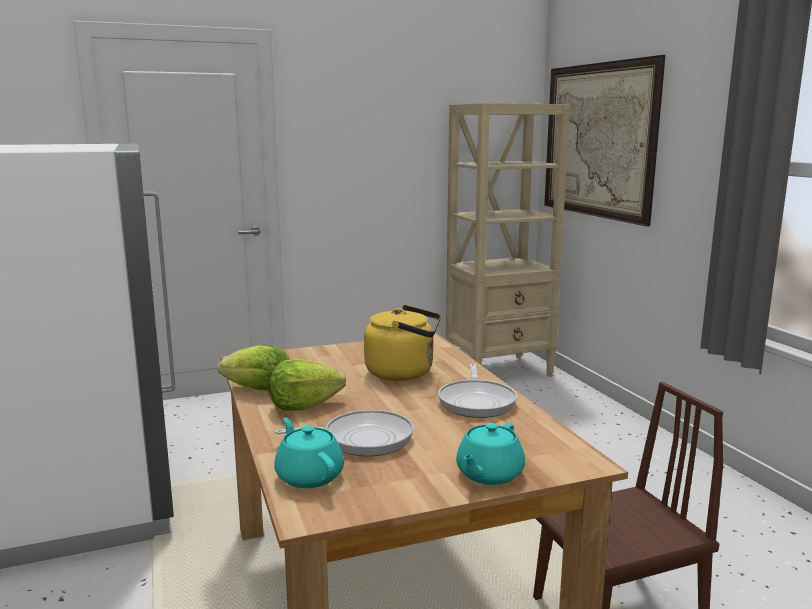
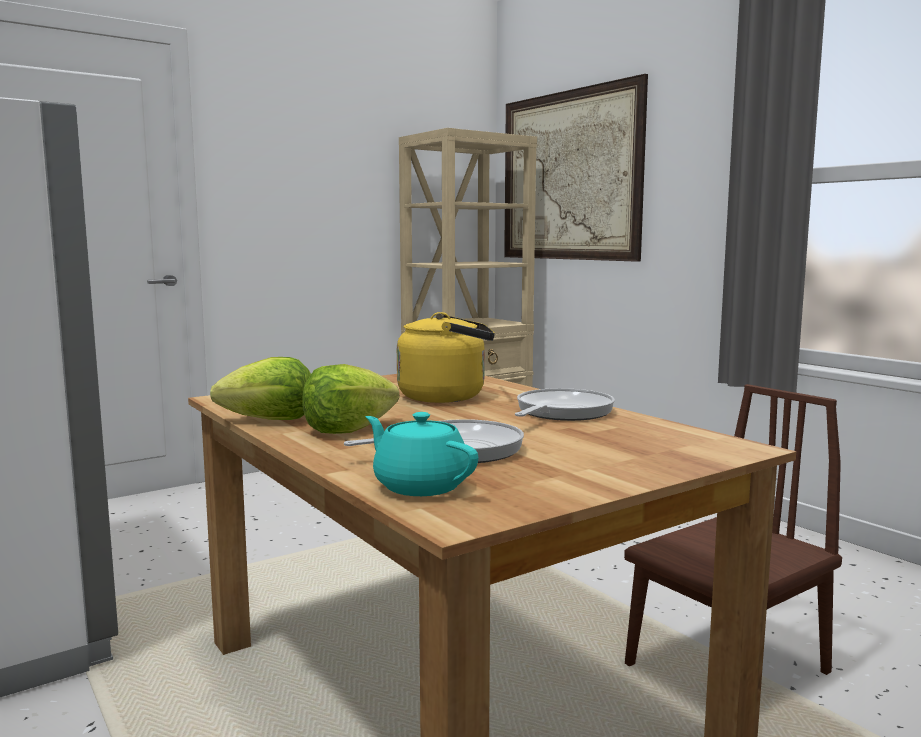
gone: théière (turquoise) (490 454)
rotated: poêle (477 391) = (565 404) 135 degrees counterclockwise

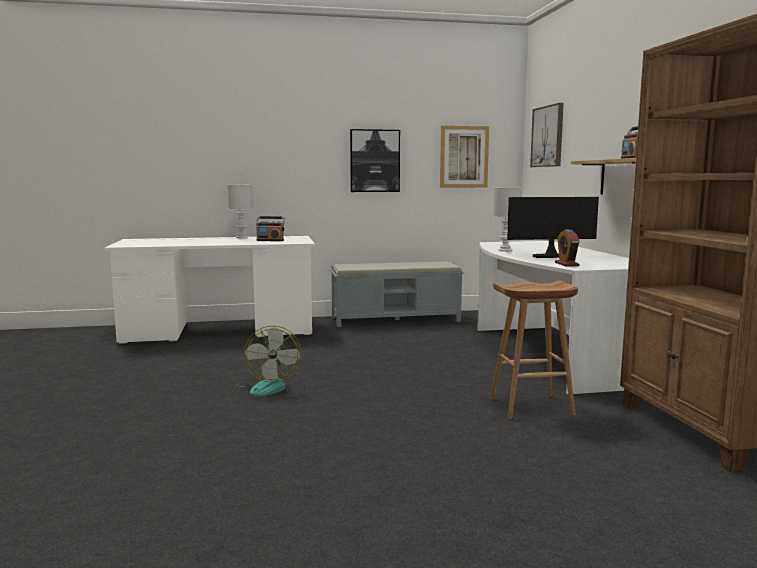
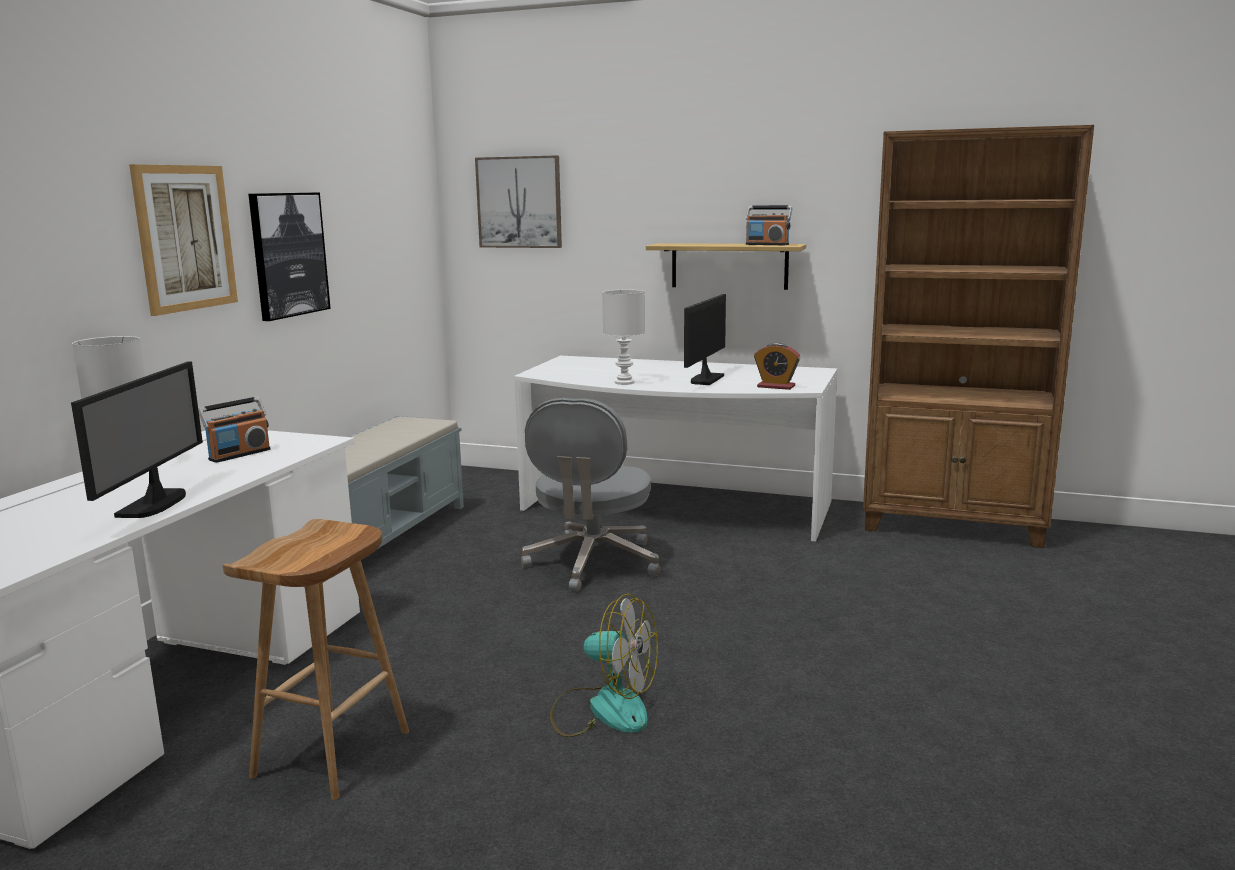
new: écran d'ordinateur (137 440); chaise de bureau (gris) (591 495)
shifted: tableau (464 157) to (183 240); tabouret (marron) (534 350) to (315 659)

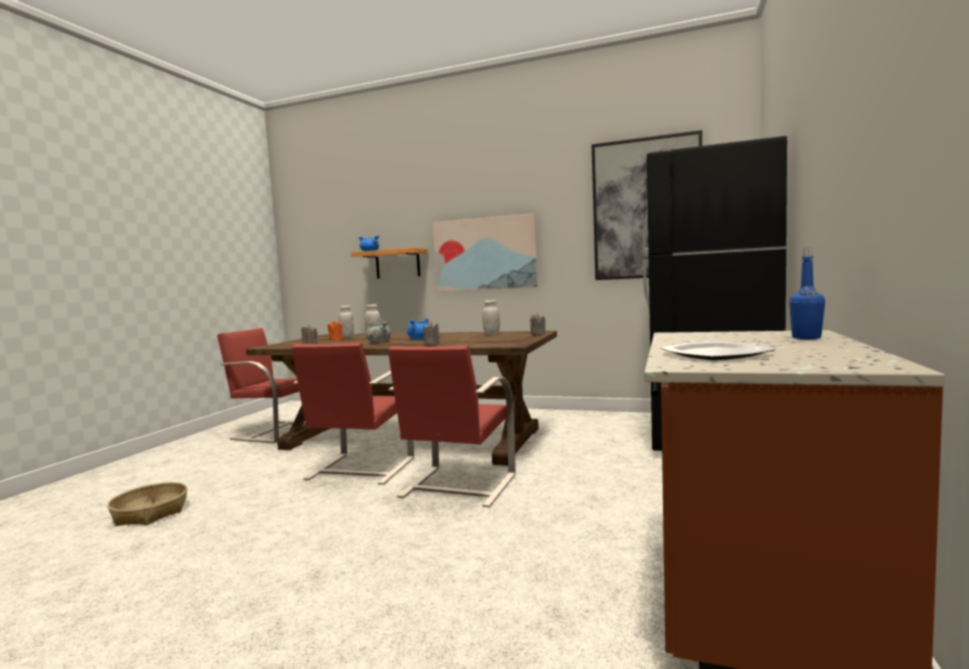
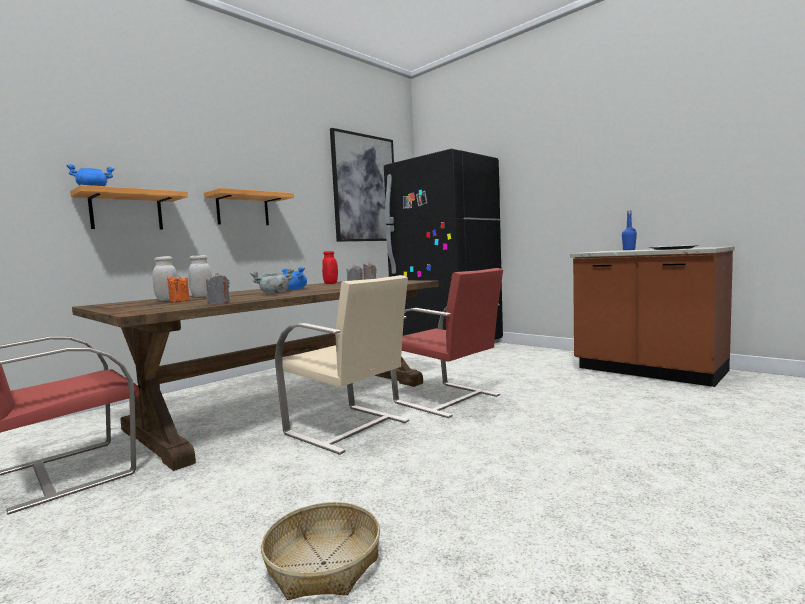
swapped: tableau (485 252) to étagère (249 206)
repainted: chaise (rouge) (352 414) to chaise (beige) (342 365); bocal (blanc) (491 317) to bocal (rouge) (330 267)

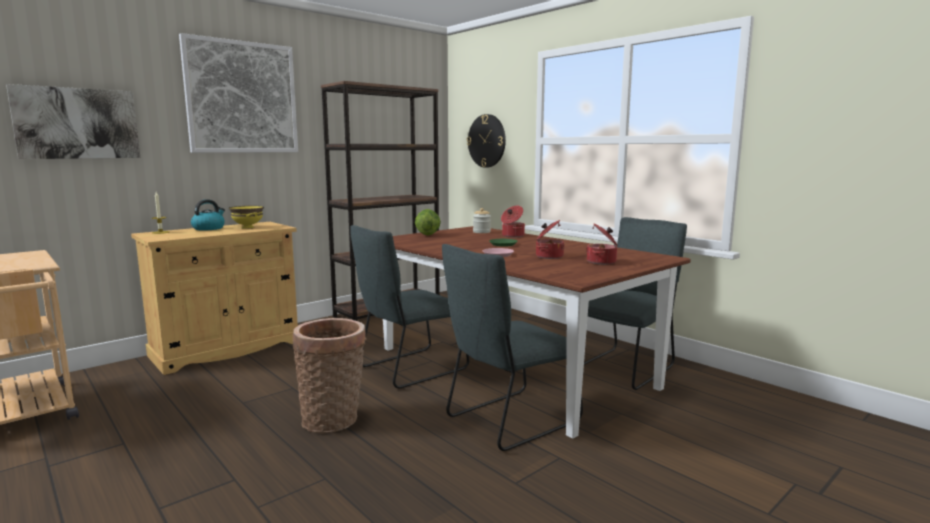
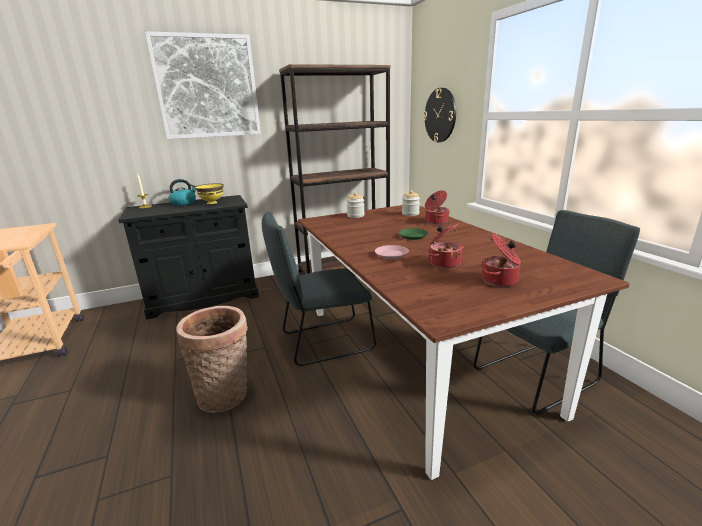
gone: tableau (73 121); chaise (gris) (512 347)
swapped: laitue (428 222) to bocal (356 205)
repainted: meuble de rangement (beige) (214 298) to meuble de rangement (noir) (188 257)

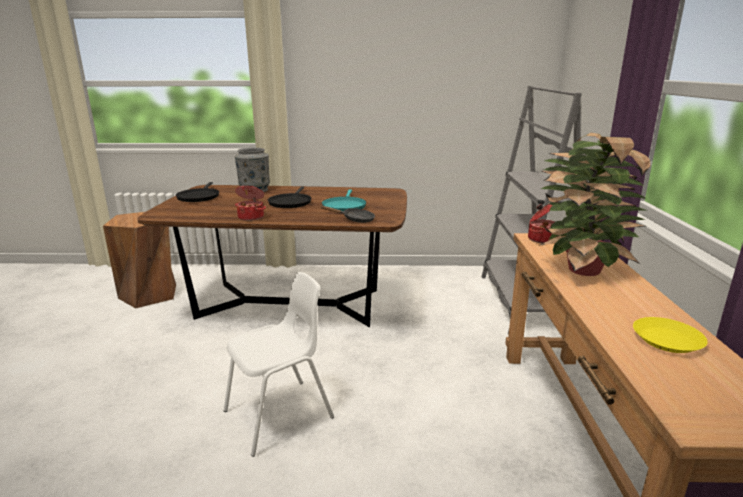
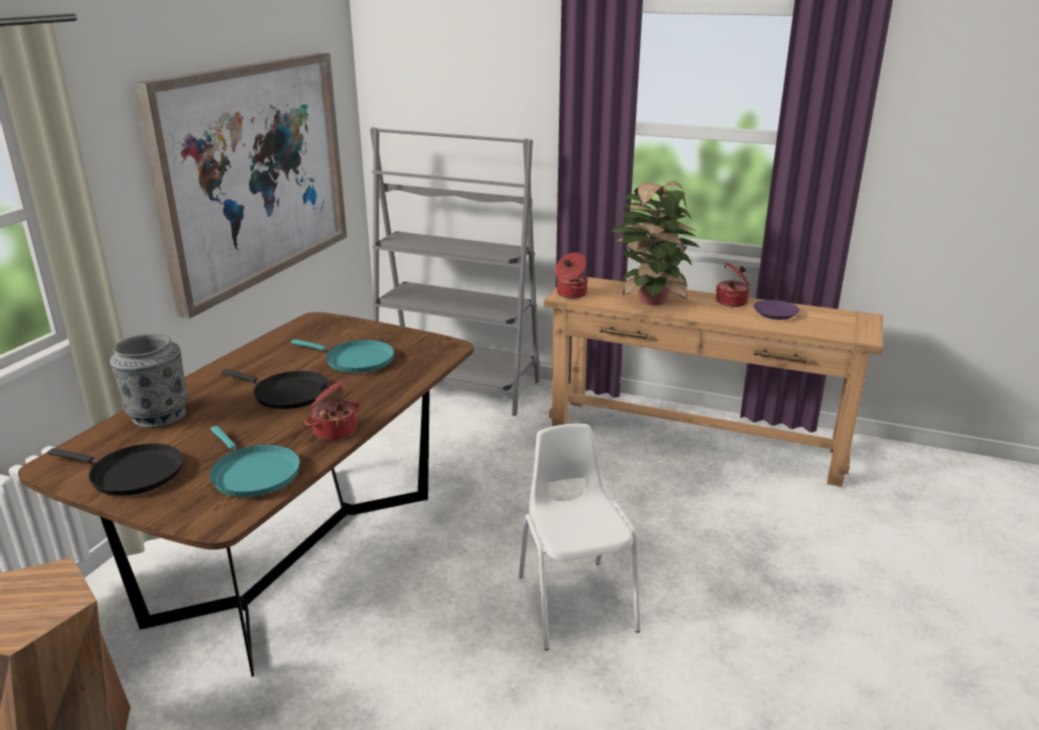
gone: poêle (noir) (347 214)
new: tableau (239 186); poêle (turquoise) (254 461); marmite (733 284)
repainted: assiette (jaune) (670 335) to assiette (violet) (776 310)

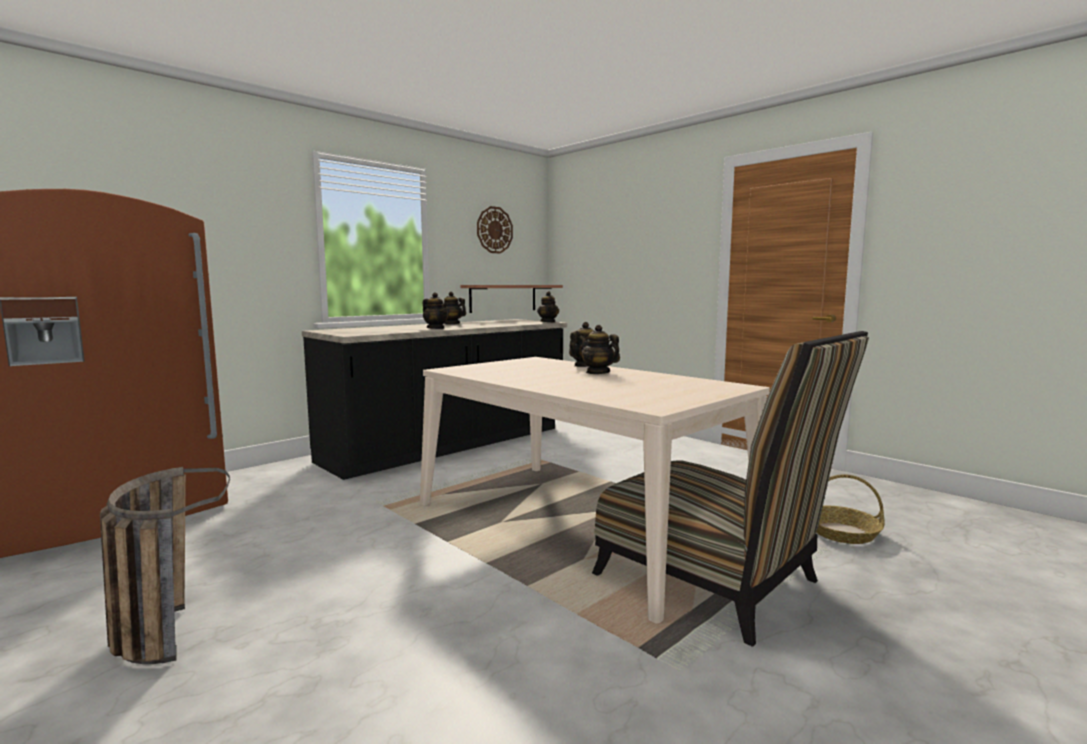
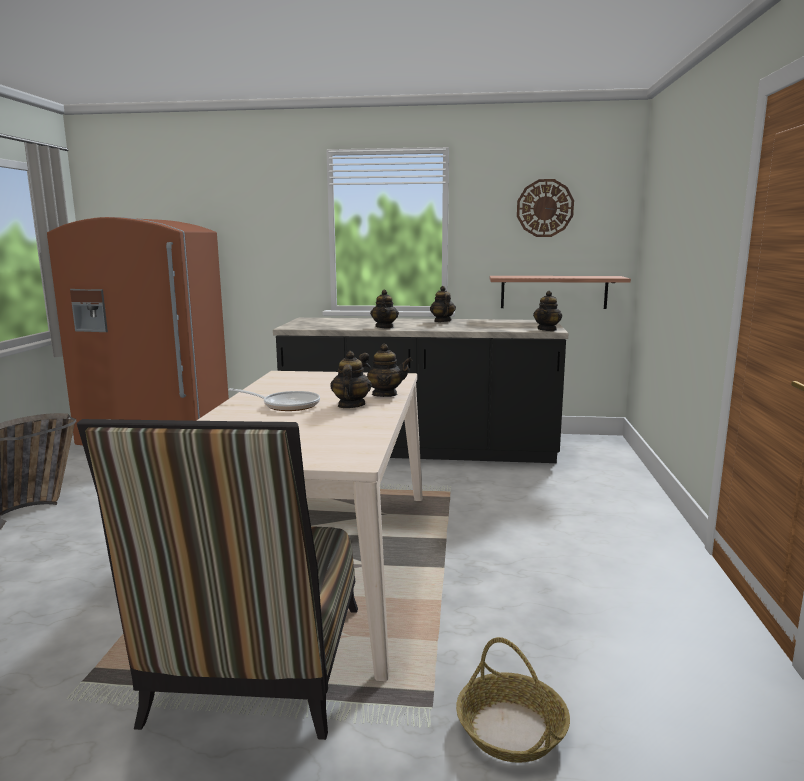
new: poêle (274 399)

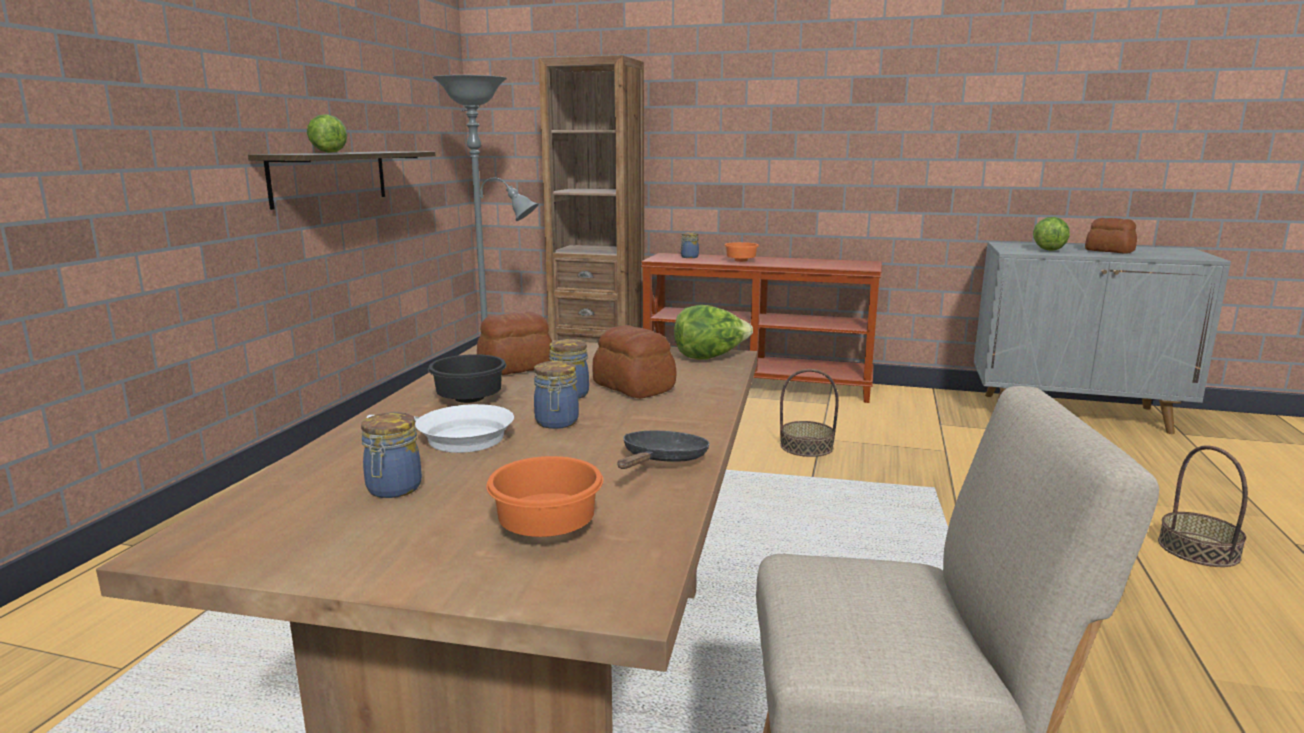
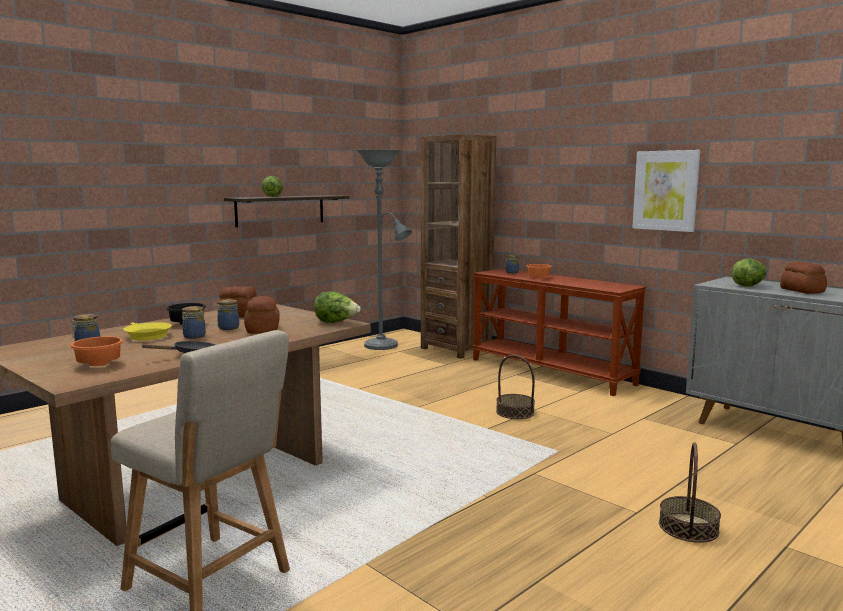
new: tableau (666 191)
repainted: poêle (blanc) (440 428) to poêle (jaune) (147 331)

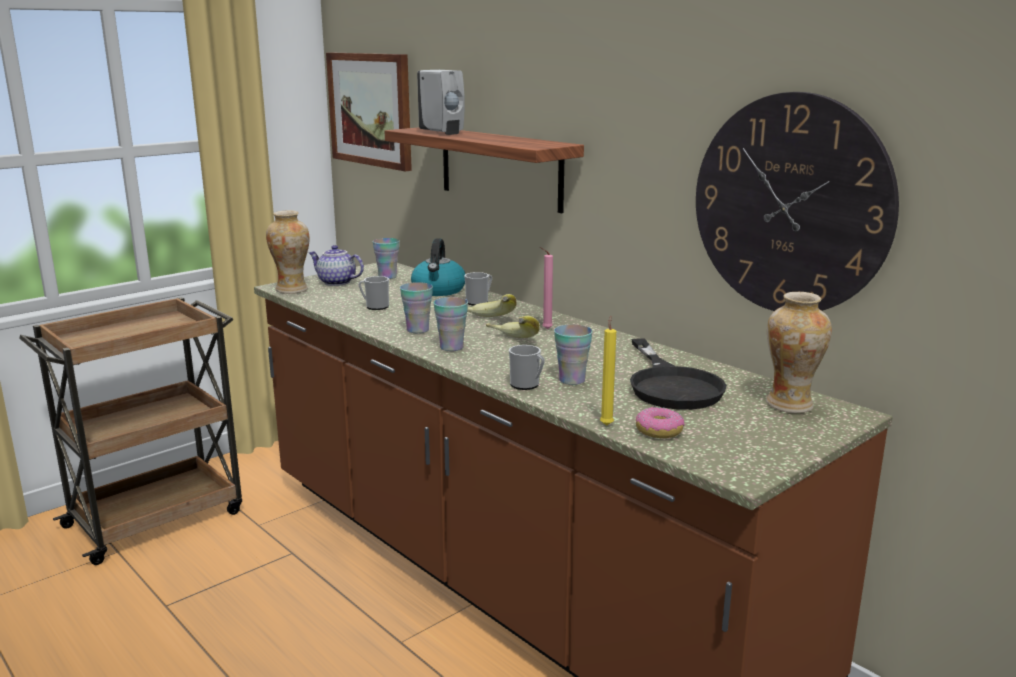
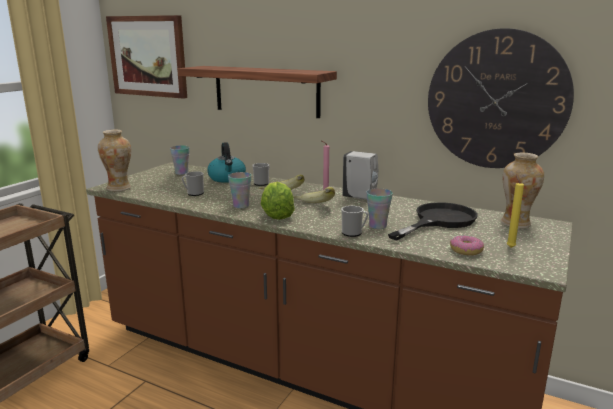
gone: théière (336 265)
shifted: distributeur de savon (blanc) (441 102) to (360 175); bougie (jaune) (608 371) to (515 211)
swapped: tasse (450 324) to laitue (278 200)
rotated: poêle (noir) (678 374) = (433 221) 105 degrees counterclockwise

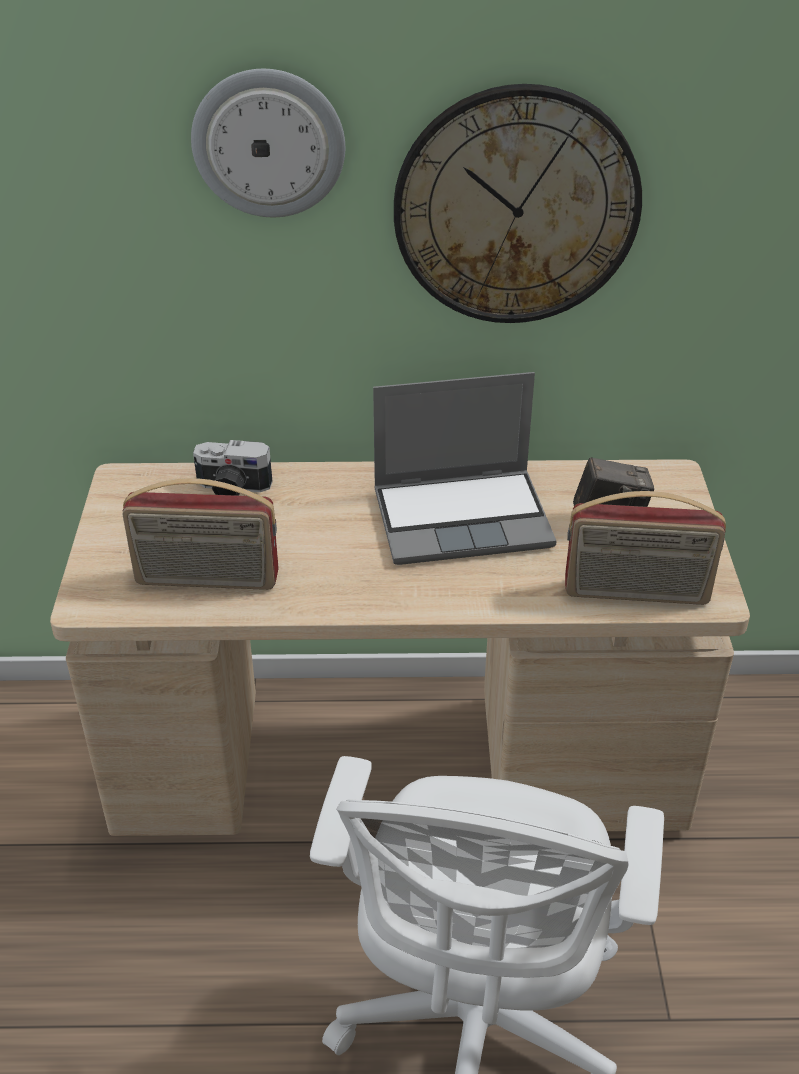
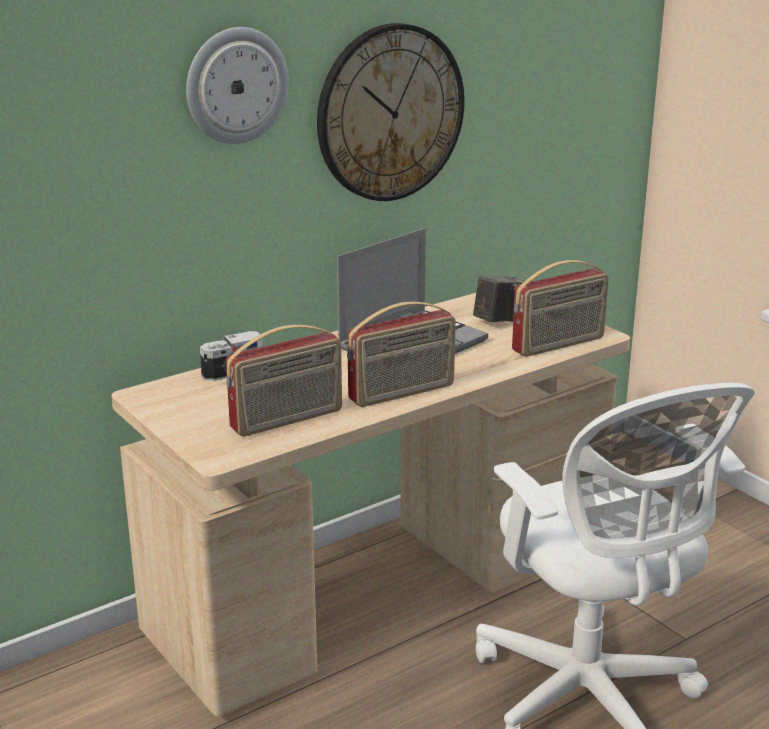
new: radio (401 354)

